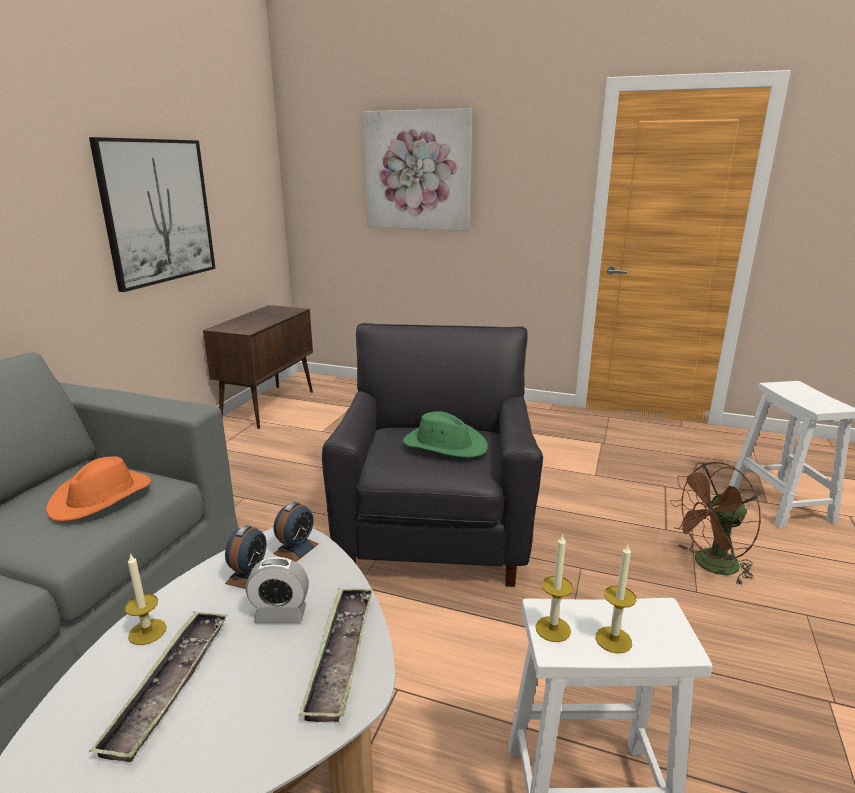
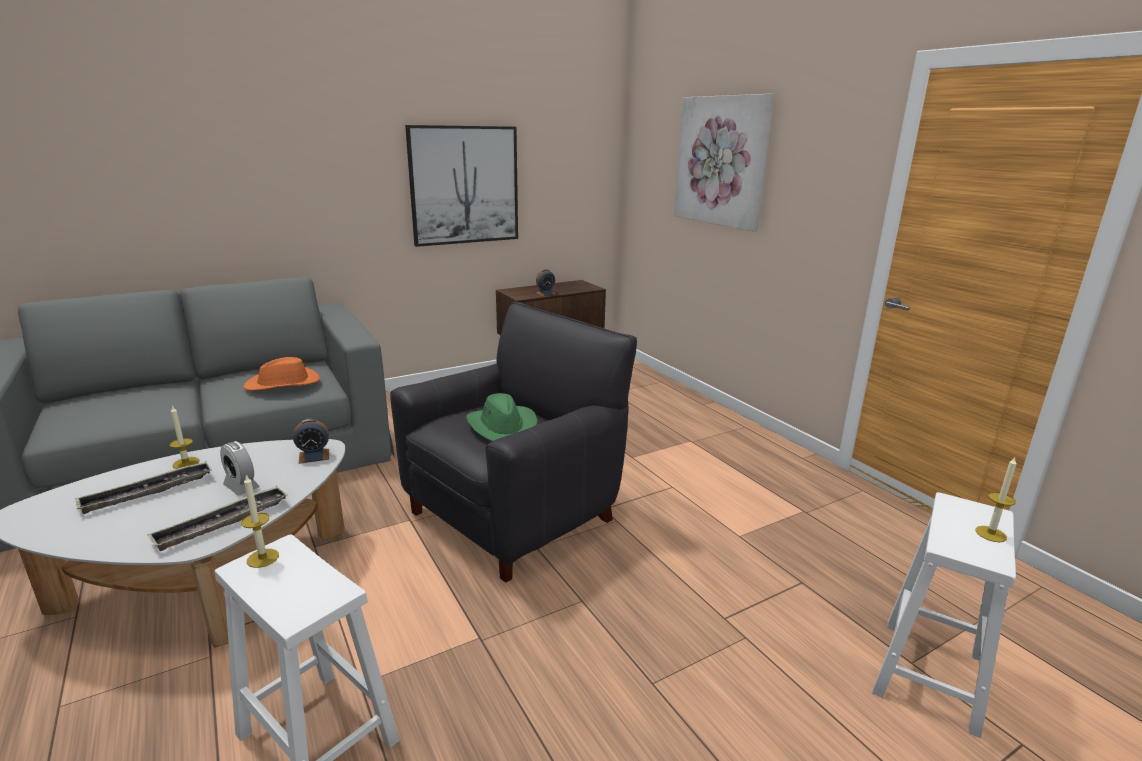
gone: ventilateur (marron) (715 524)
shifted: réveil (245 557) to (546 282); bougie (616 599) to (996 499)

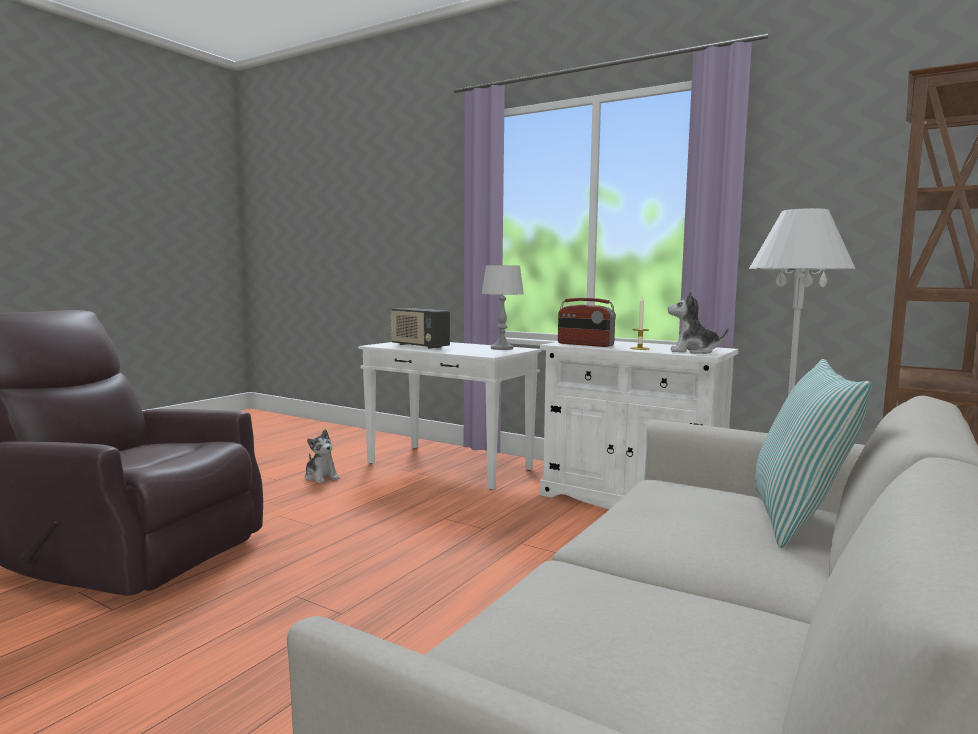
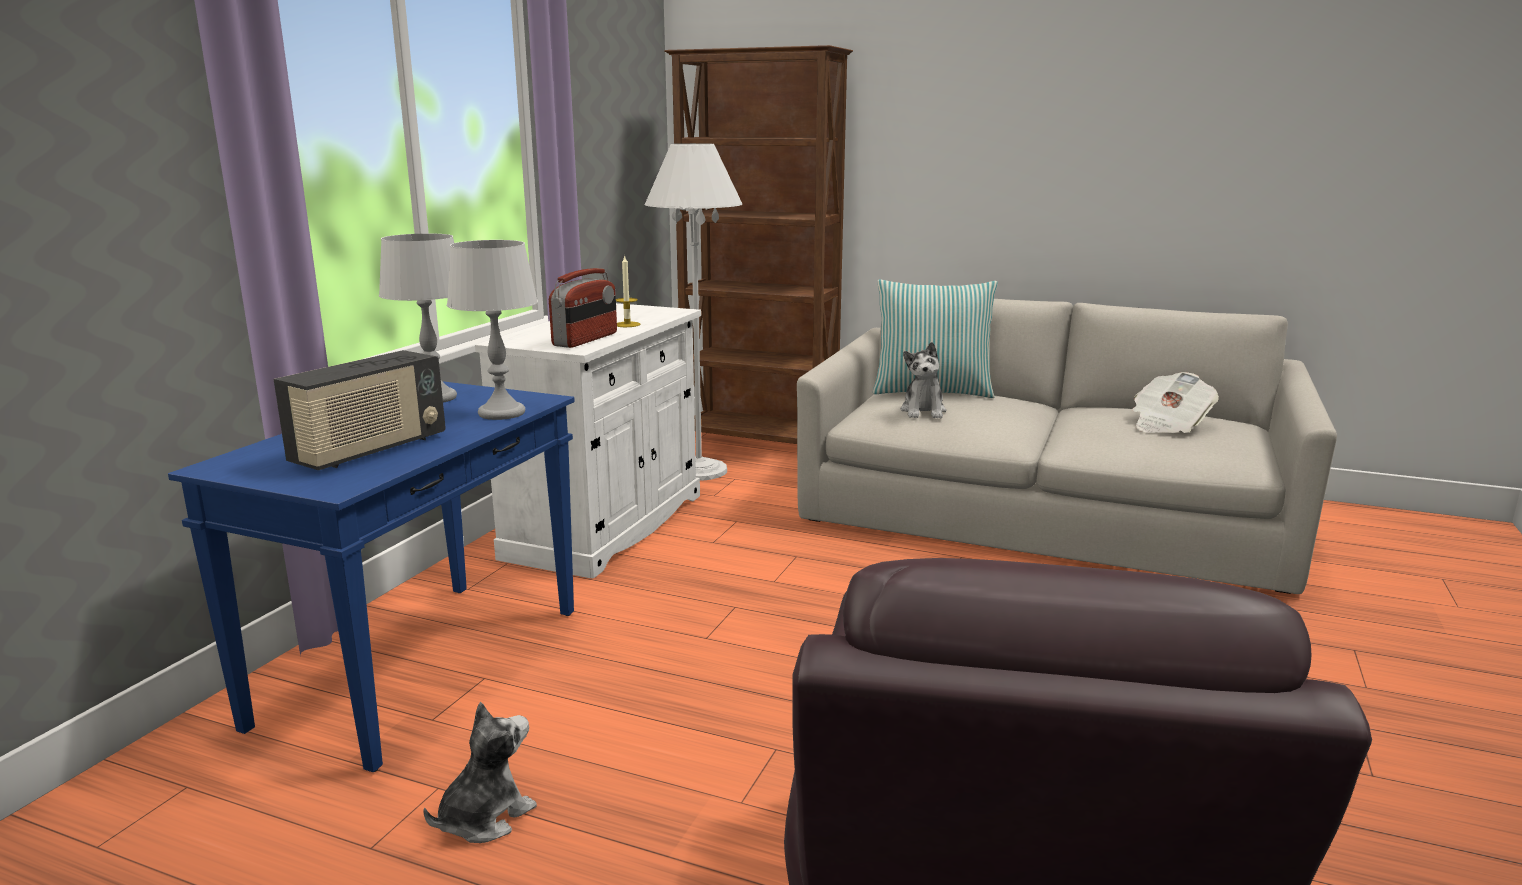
new: lampe de table (gris) (492 330); journal (1175 402)
shifted: peluche (698 322) to (923 380)
repainted: table console (blanc) (450 416) to table console (bleu) (371 577)

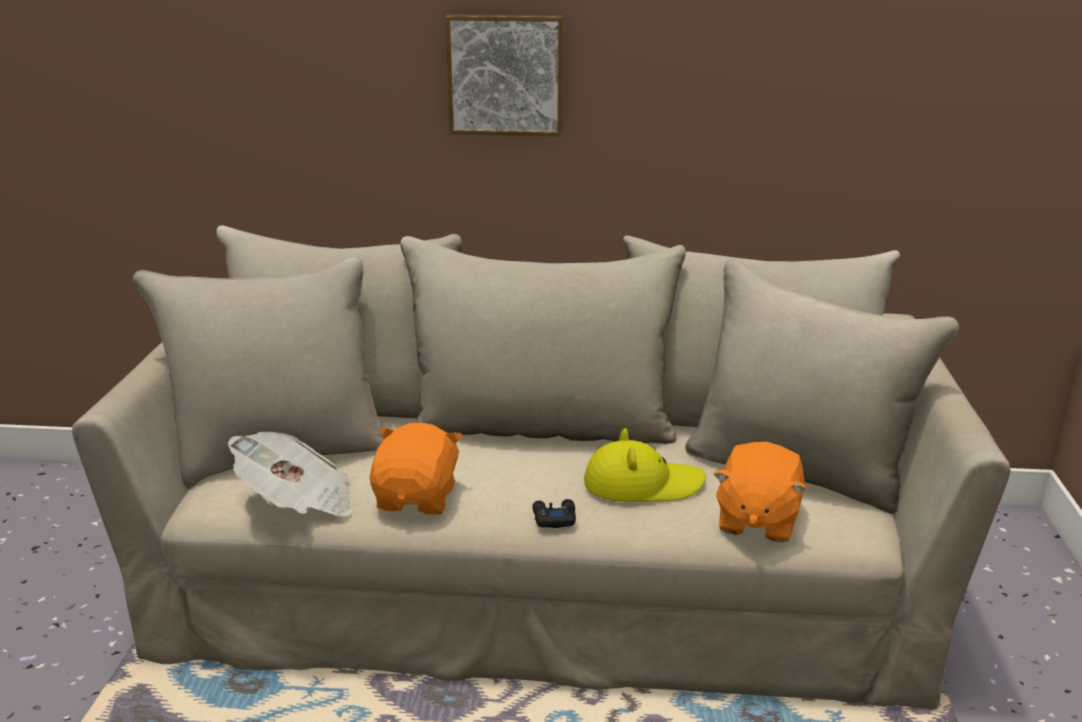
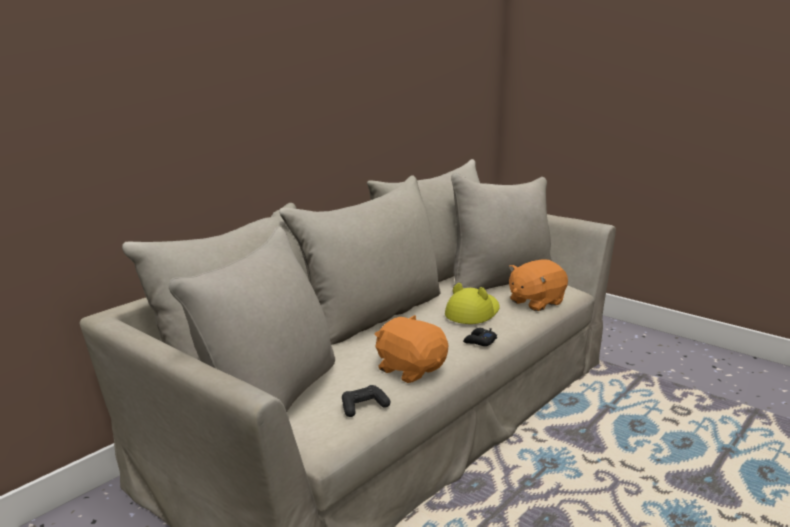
gone: tableau (504 75)
swapped: journal (290 474) to manette (noir) (366 401)
rotated: peluche (orange) (760 492) = (538 285) 90 degrees clockwise

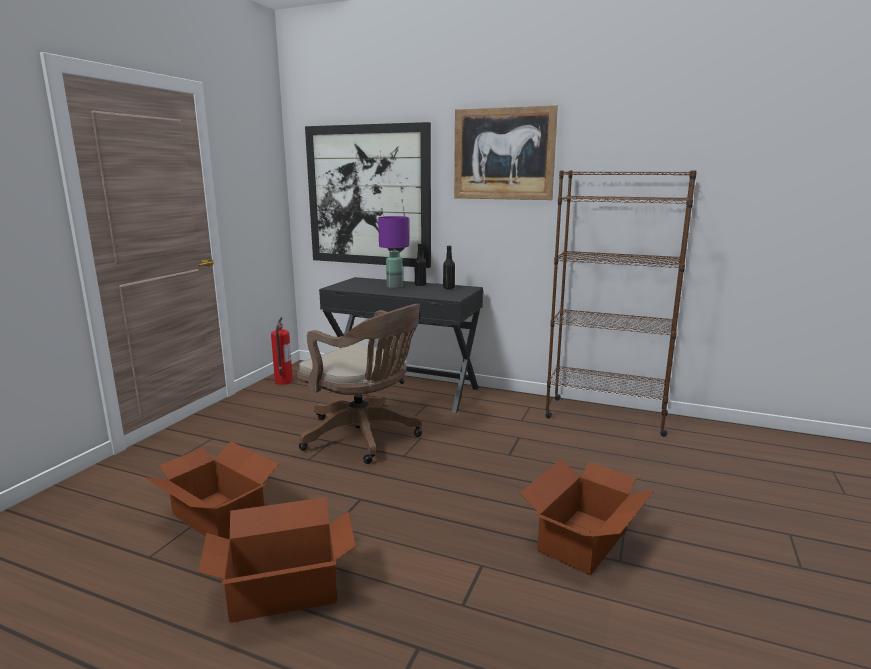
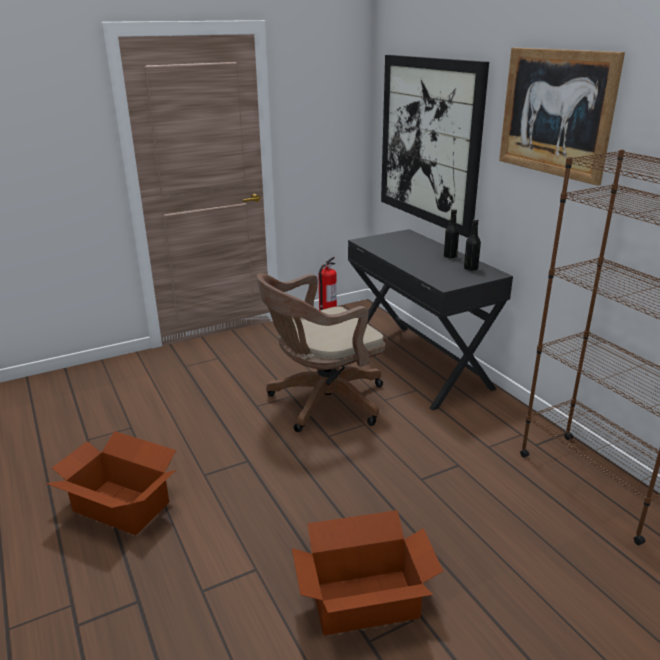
gone: carton (211 490); lampe de table (violet) (393 252)
rotated: chaise de bureau (marron) (359 384) = (321 352) 75 degrees clockwise

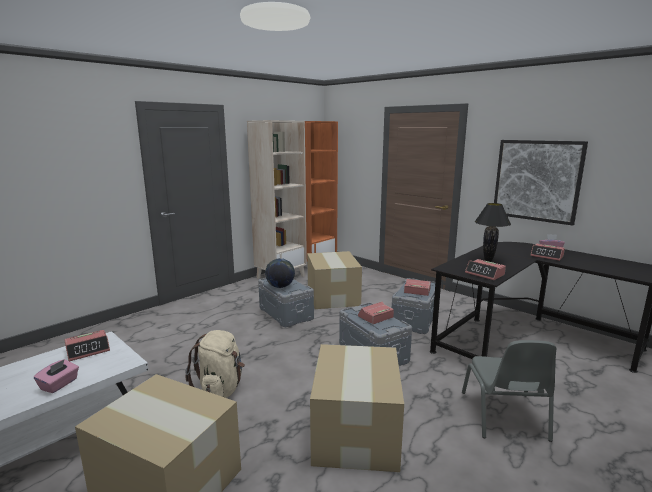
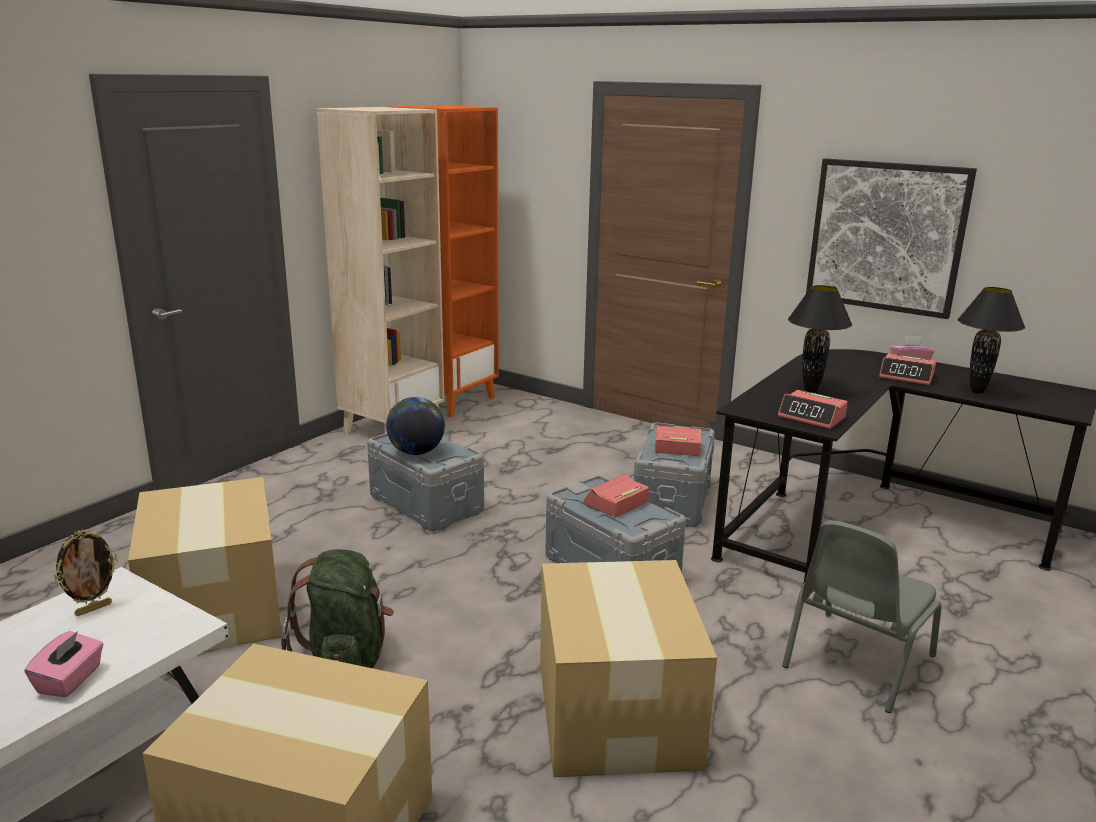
new: lampe de table (noir) (991 340)
shifted: carton (334 280) to (205 564)
swapped: réveil (87 345) to cadre photo (86 573)
repainted: sac à dos (beige) (215 364) to sac à dos (vert) (337 608)
rotated: chaise (gris) (509 391) = (862 616) 45 degrees clockwise

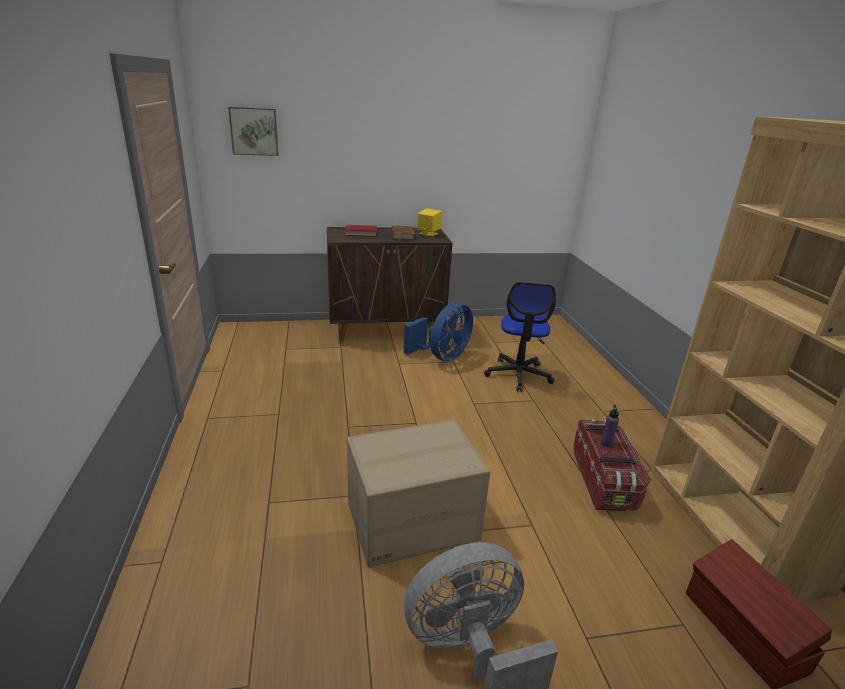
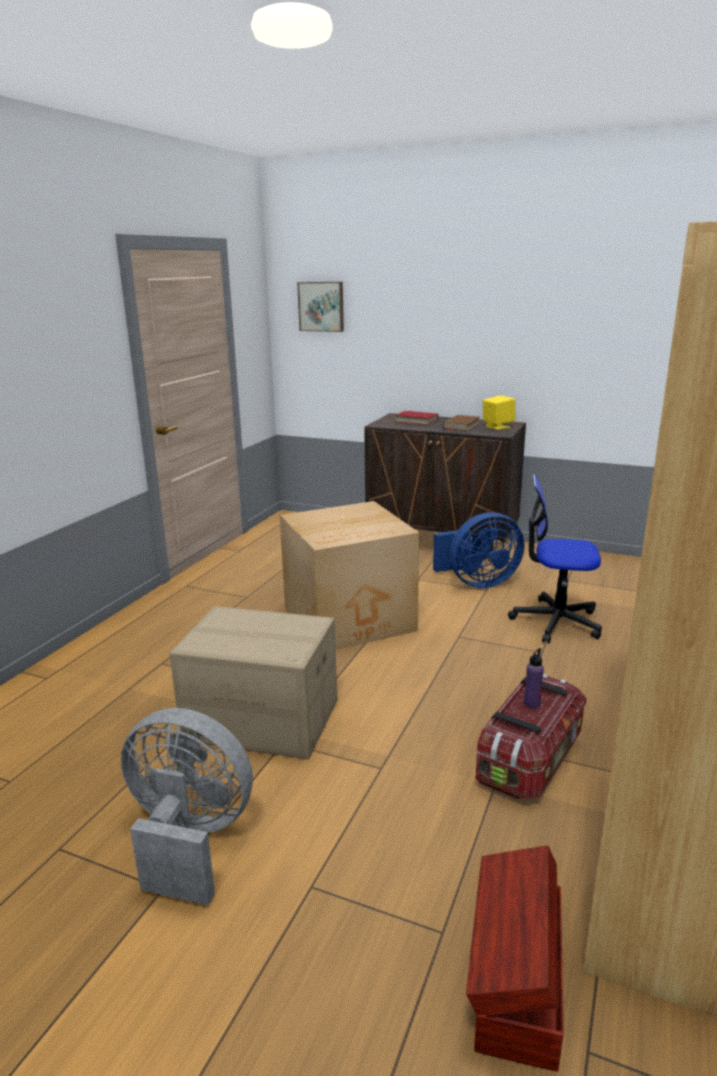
new: carton (350 575)
rotated: chaise de bureau (520 337) = (555 558) 60 degrees clockwise

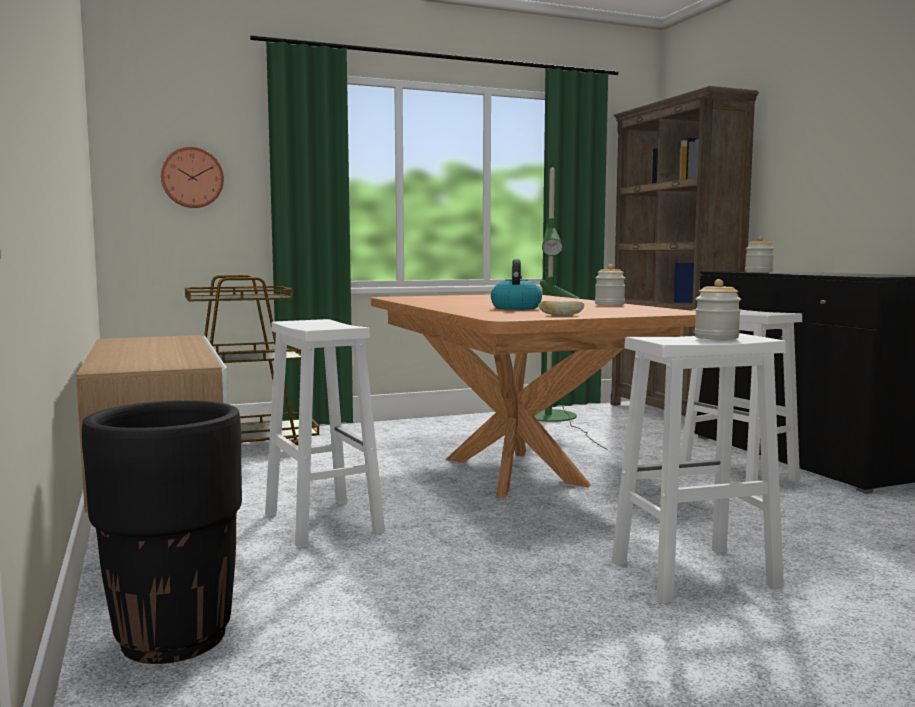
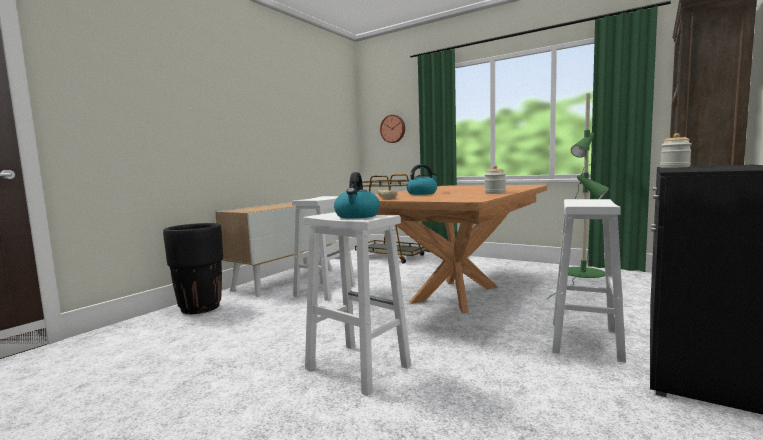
swapped: bocal (717 309) to bouilloire (357 195)

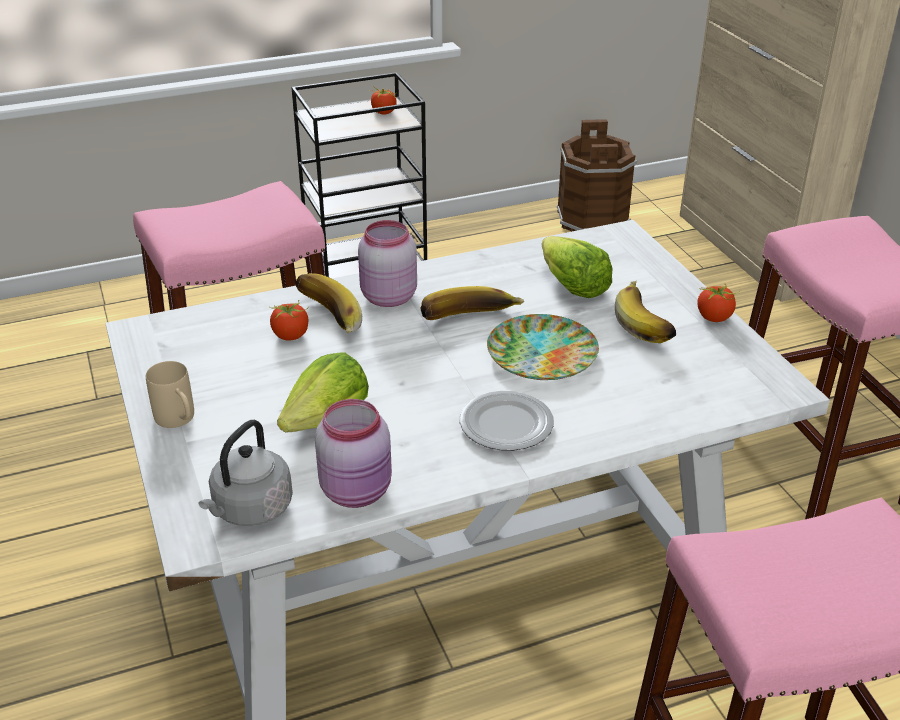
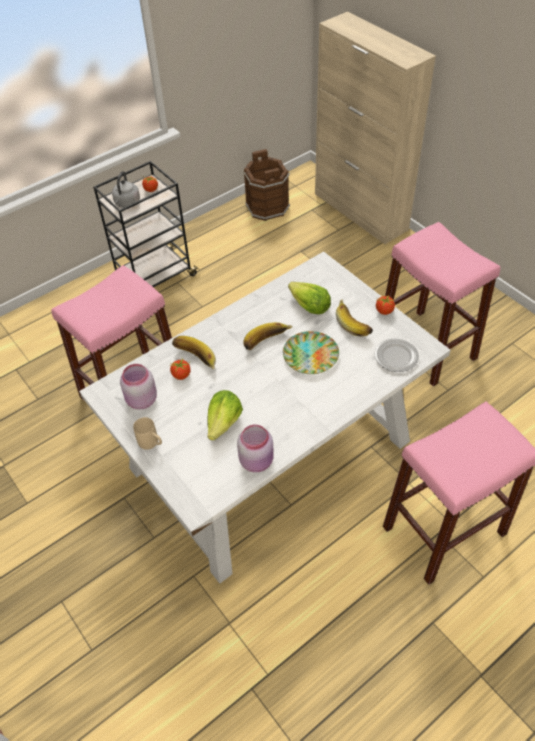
shifted: bouilloire (gris) (245 473) to (126 189); bocal (rose) (387 263) to (138 387); assiette (507 421) to (396 355)

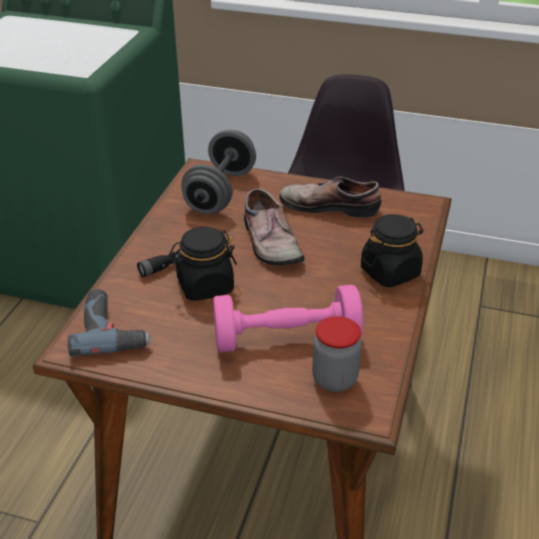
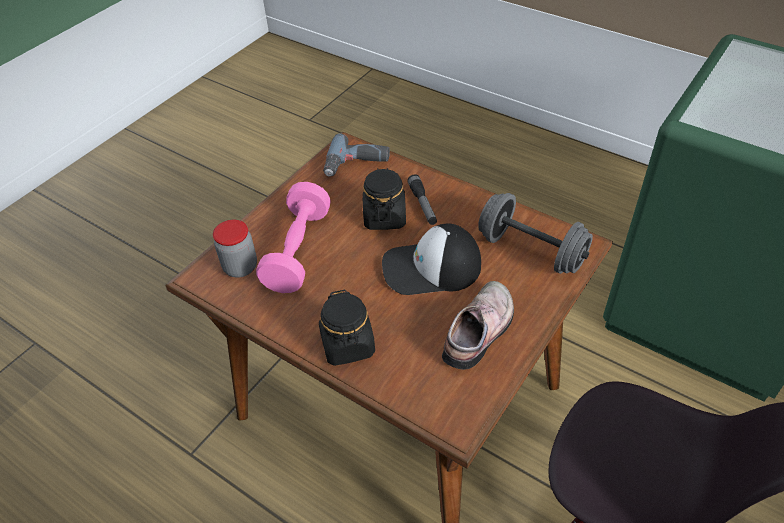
swapped: chaussure (274 227) to casquette (431 259)

